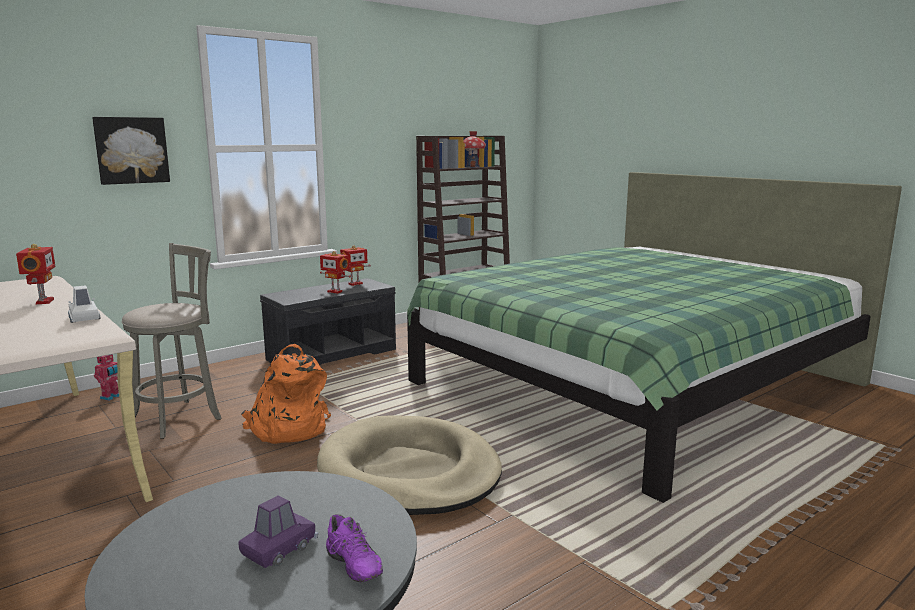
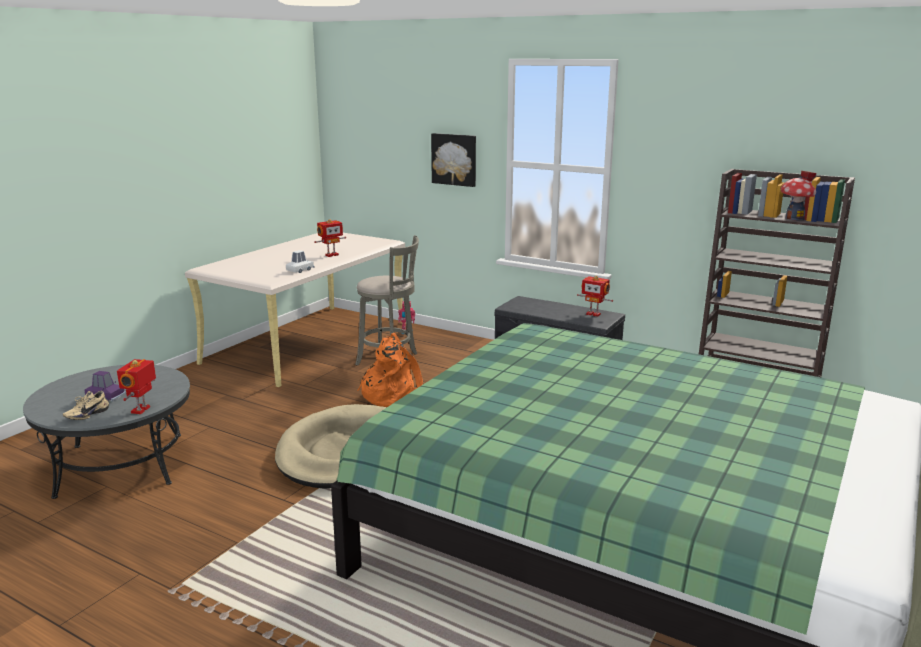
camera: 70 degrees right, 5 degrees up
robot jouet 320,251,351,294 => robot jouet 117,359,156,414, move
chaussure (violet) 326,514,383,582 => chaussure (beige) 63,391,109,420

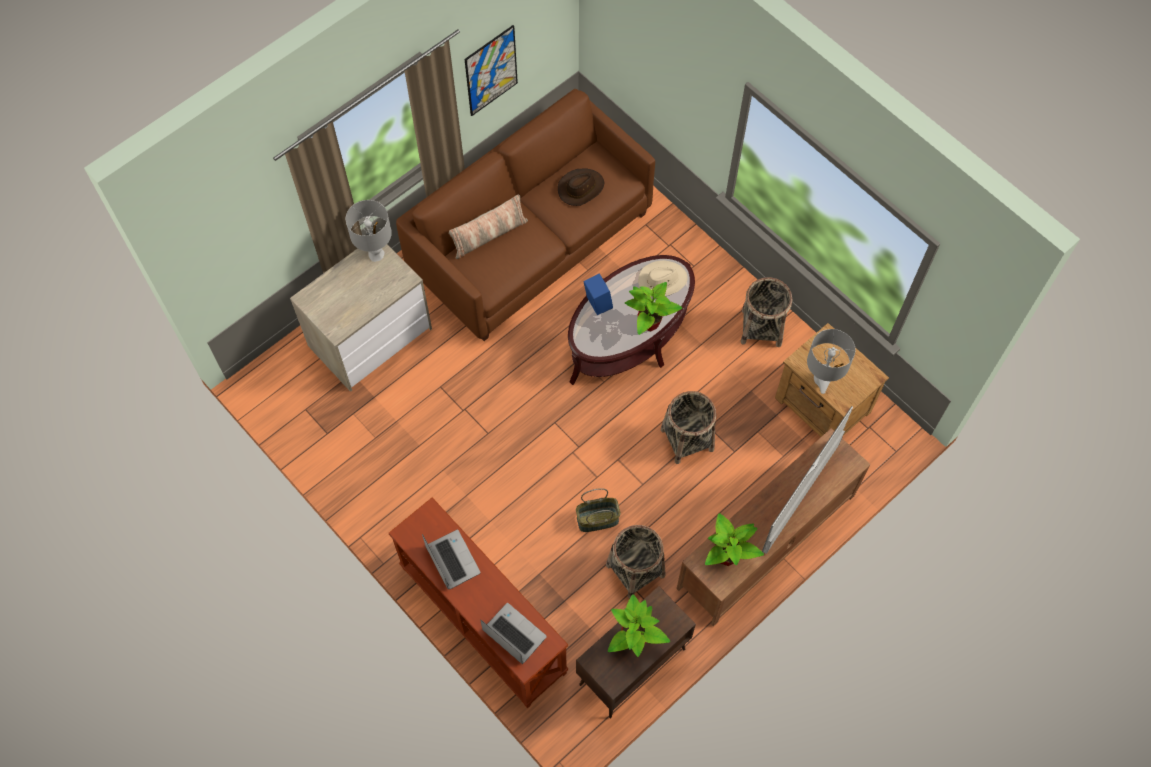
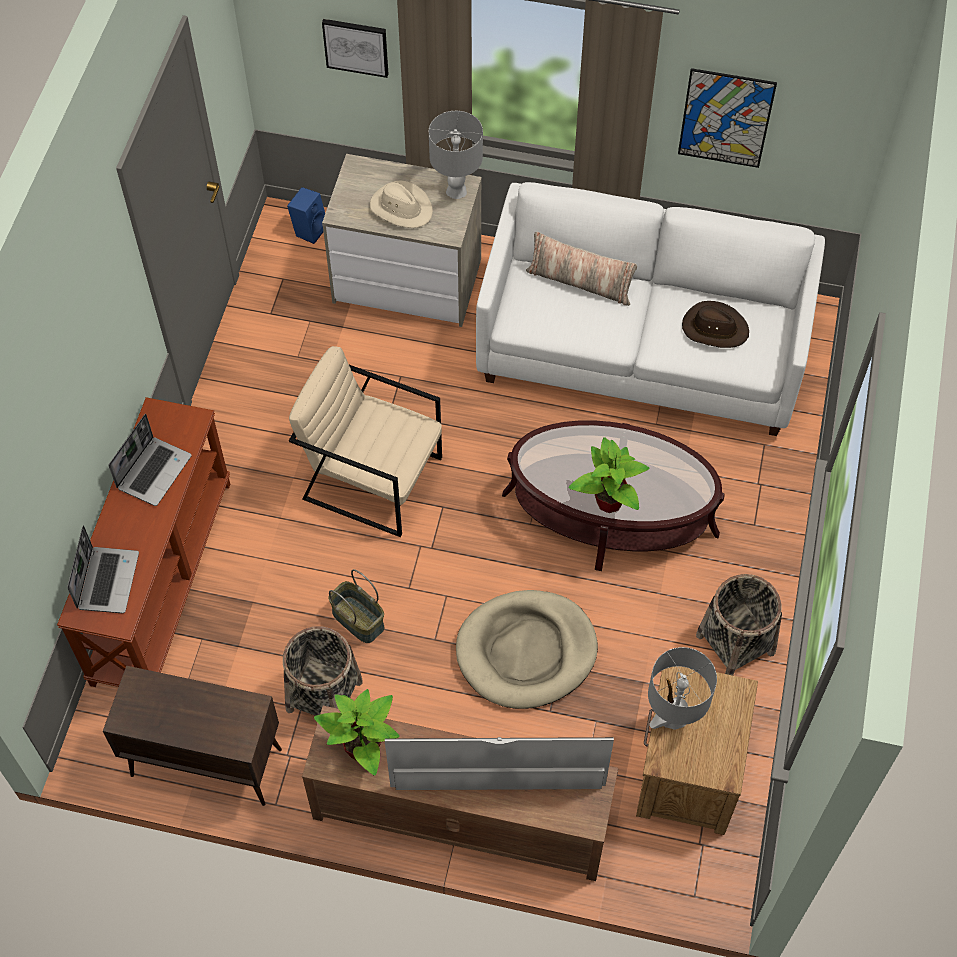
camera: 55 degrees right, 5 degrees down
plante en pot 608,594,670,657 => nothing
nothing => fauteuil (beige) 289,346,442,537
nothing => tableau 322,19,388,78
enceinte (bleu) 583,273,613,315 => enceinte (bleu) 287,187,325,244, move
chapeau (beige) 638,260,688,298 => chapeau (beige) 370,180,433,228, move
panier 661,391,716,464 => panier pour chien (beige) 456,590,598,709
canapé (marron) 396,89,655,341 => canapé (blanc) 476,182,825,436

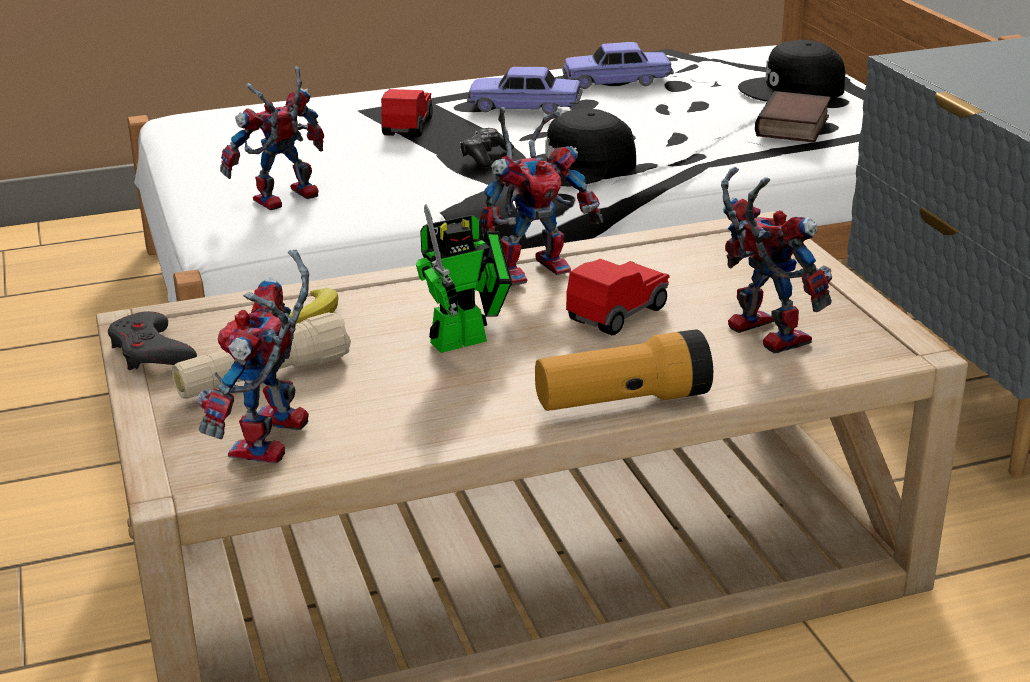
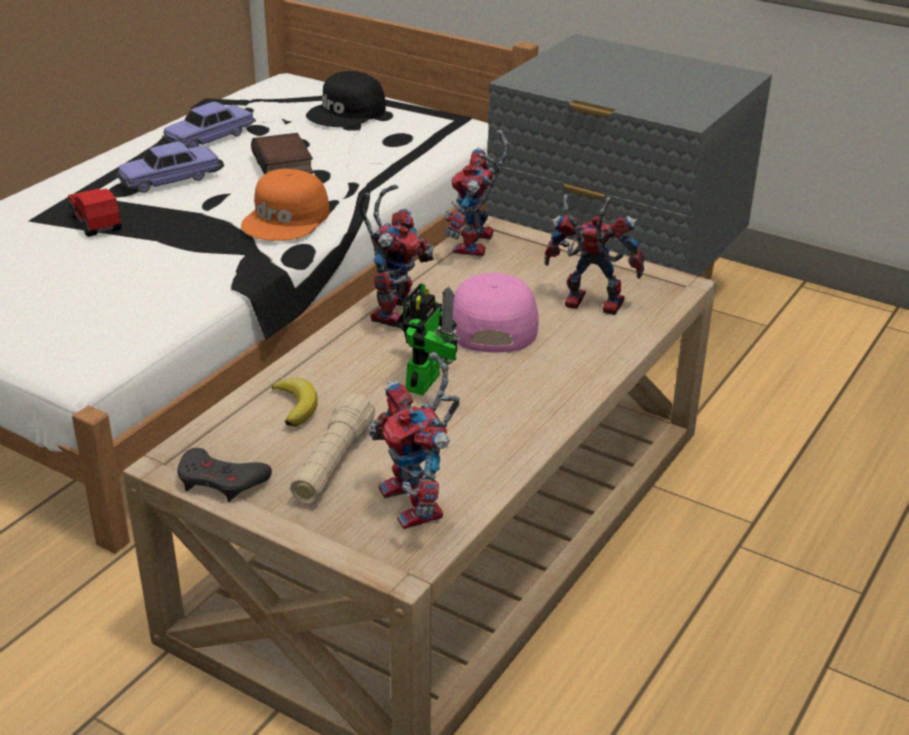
camera: 40 degrees left, 5 degrees up
manette 459,128,514,168 => nothing
lampe de poche 535,330,713,411 => nothing
robot jouet 220,66,324,210 => robot jouet 444,130,509,256, move
livre 755,91,831,143 => livre 251,133,313,174, move
petite voiture 566,259,670,335 => casquette (rose) 453,273,539,353
casquette (noir) 536,109,636,186 => casquette (orange) 241,169,329,241

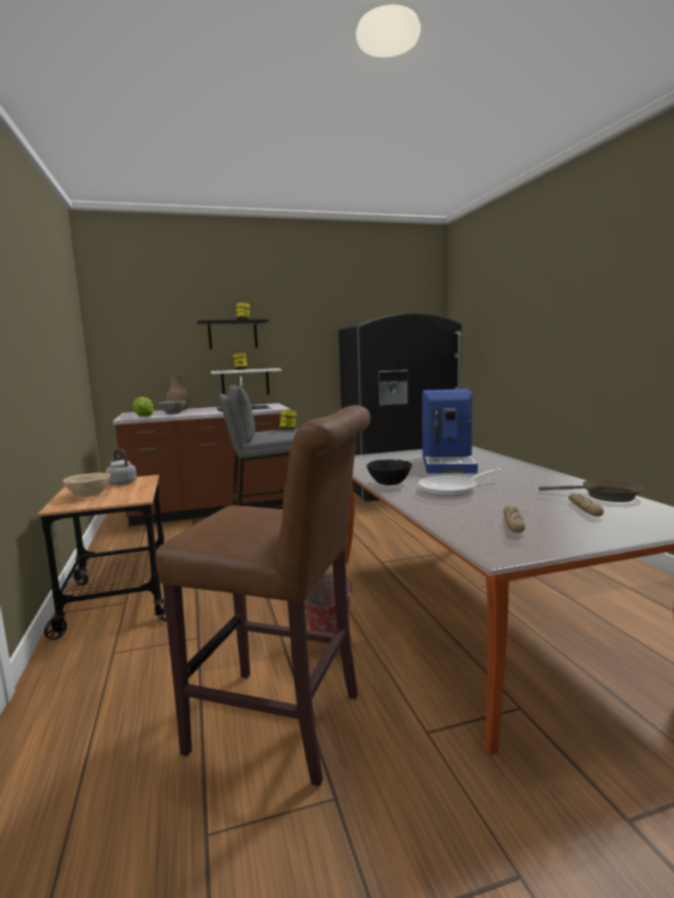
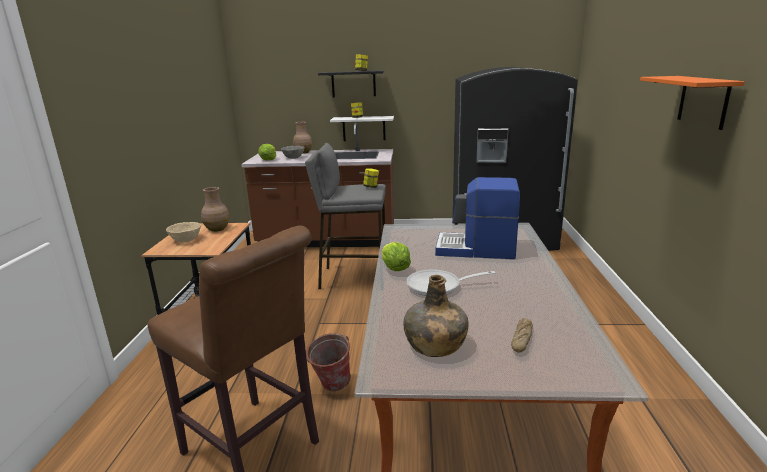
camera: 20 degrees right, 10 degrees up
poêle (marron) 539,479,643,502 => nothing
nothing => étagère (orange) 640,76,745,130
bouilloire (gris) 105,449,137,485 => vase (marron) 201,187,230,232
bol (noir) 367,459,412,486 => laitue 382,242,411,271
pain 503,506,525,533 => bouteille (vert) 403,275,469,357
machine à café 422,389,478,474 => machine à café 435,177,520,259, 75 degrees clockwise

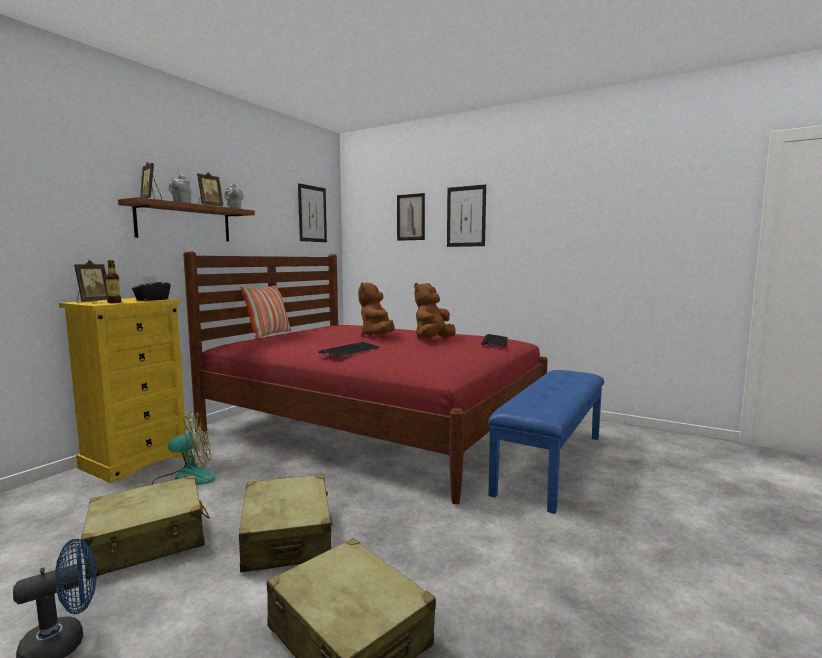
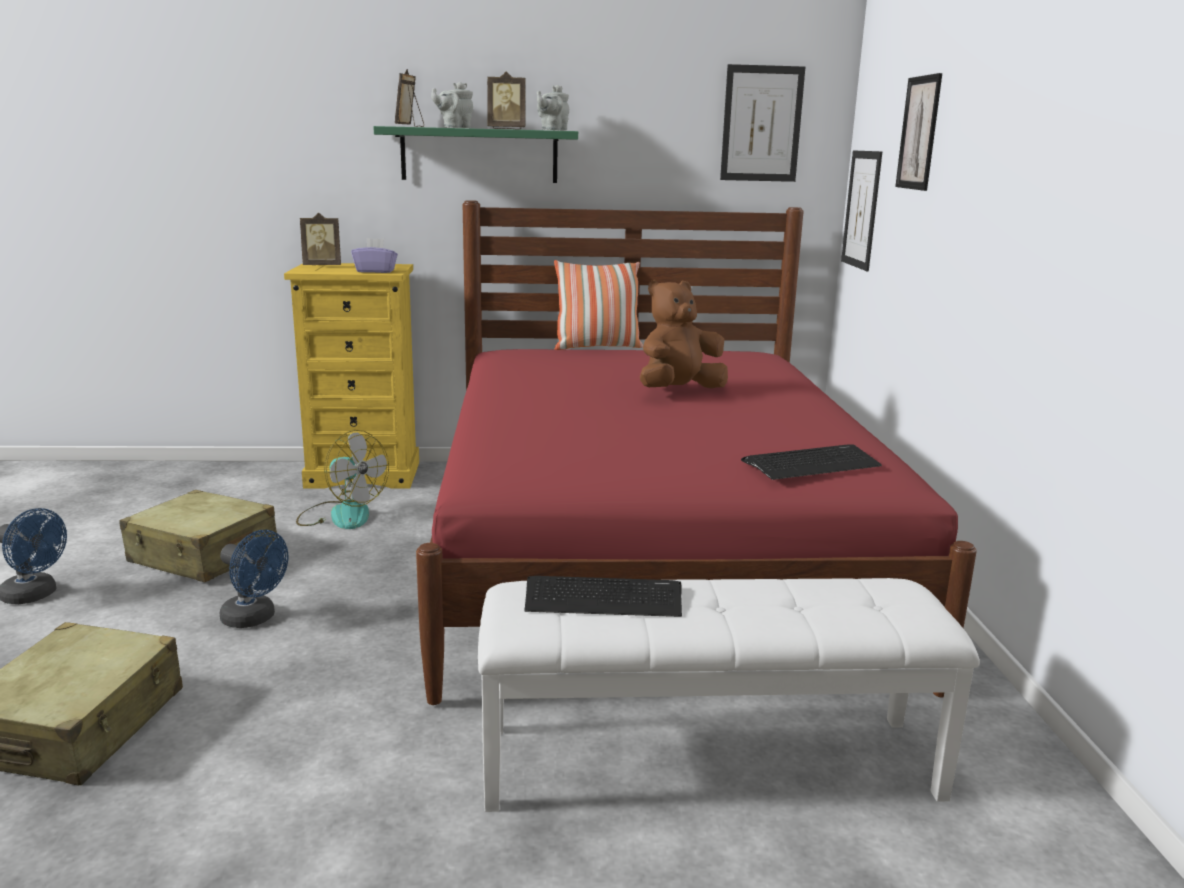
camera: 55 degrees right, 10 degrees up
bouteille 106,260,121,303 => nothing
peluche (marron) 414,283,456,339 => nothing
clavier 318,342,380,357 => clavier 525,576,682,617, move
tableau 447,184,486,247 => tableau 841,151,882,271, move
valise (beige) 239,474,334,572 => ventilateur (bleu) 220,530,288,628
étagère (marron) 118,197,255,241 => étagère (vert) 373,126,578,183
boîte à mouchoirs (noir) 132,276,171,301 => boîte à mouchoirs (violet) 351,238,398,273
banc (bleu) 488,370,604,514 => banc (blanc) 478,578,980,812

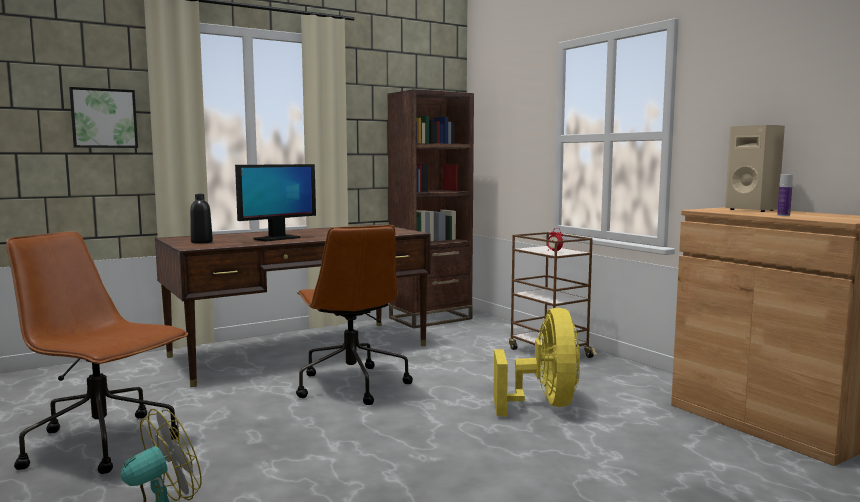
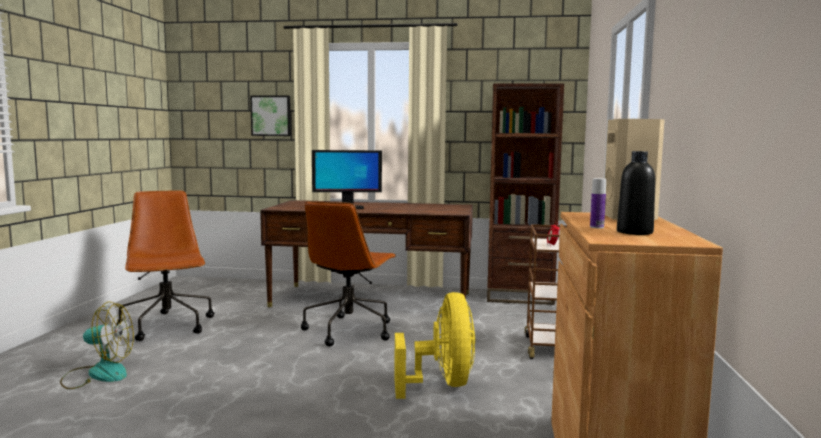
camera: 40 degrees right, 0 degrees up
bouteille (noir) 190,194,213,244 => bouteille (noir) 617,151,655,235, move
ventilateur (jaune) 493,308,580,416 => ventilateur (jaune) 394,292,475,399, 45 degrees counterclockwise

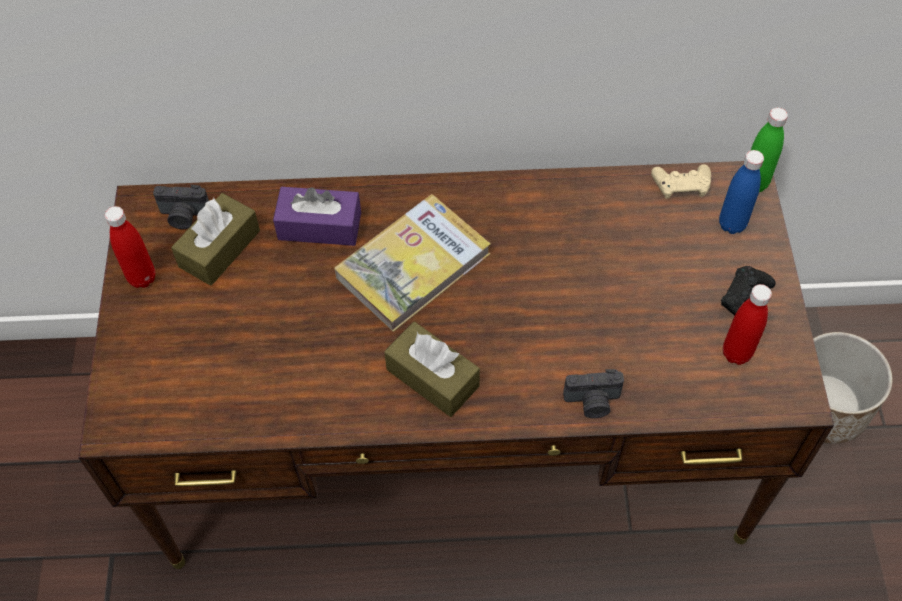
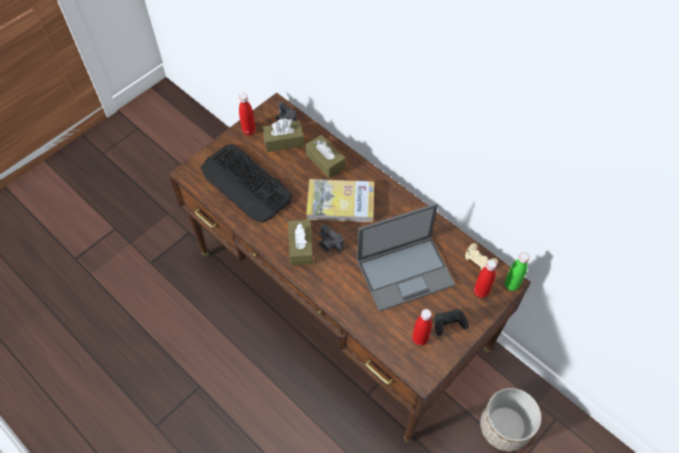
camera: 45 degrees right, 0 degrees up
nothing => clavier 200,144,293,223
nothing => ordinateur portable 357,203,455,312
appareil photo 563,369,624,418 => appareil photo 319,224,344,252, move
boîte à mouchoirs (violet) 273,187,361,246 => boîte à mouchoirs (marron) 305,135,345,178
bouteille (bleu) 719,150,764,234 => bouteille (rouge) 474,260,497,298

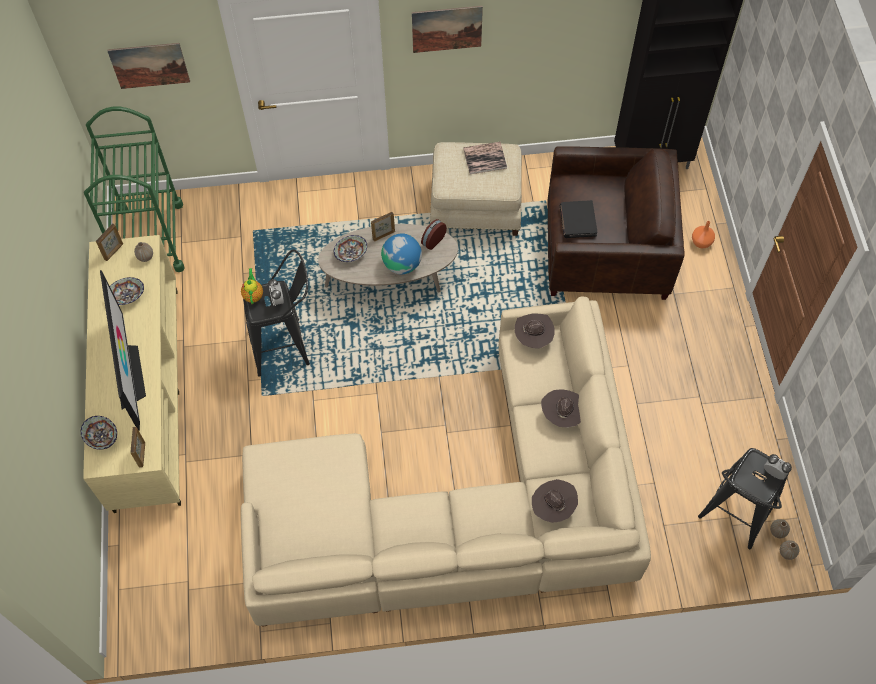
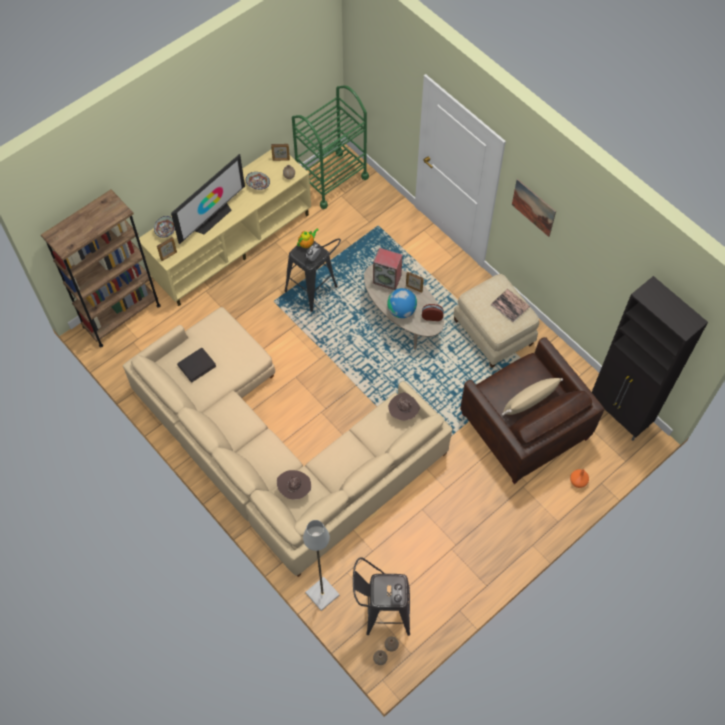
camera: 55 degrees right, 0 degrees up
tableau 107,43,190,89 => nothing
chapeau (marron) 541,389,581,427 => nothing
nothing => bibliothèque (marron) 41,190,161,347
nothing => lampadaire (gris) 303,520,340,611
nothing => coussin (beige) 502,378,563,416
livre (noir) 560,200,597,238 => livre (noir) 177,348,216,383, move
bol 334,235,367,262 => enceinte 373,248,403,290

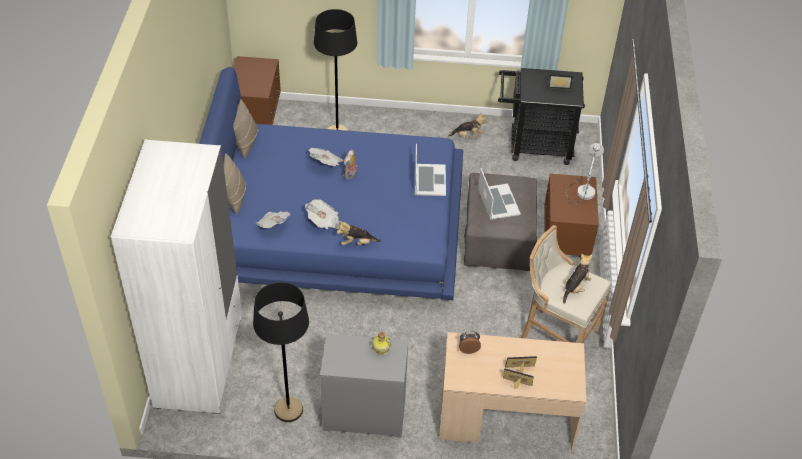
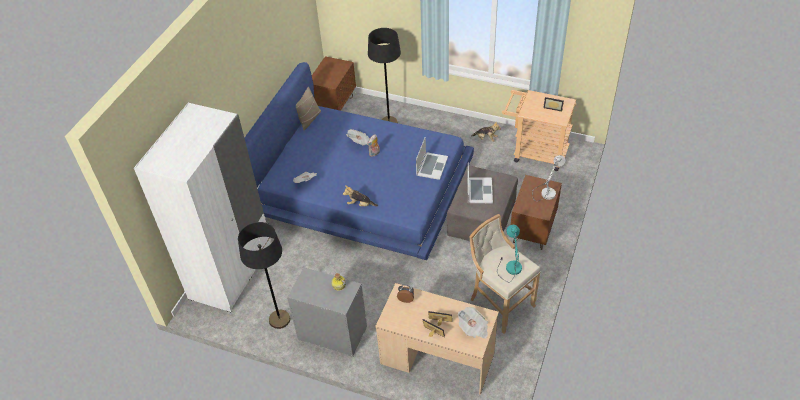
camera: 20 degrees right, 0 degrees up
coussin (beige) 224,153,246,215 => nothing
journal 305,199,340,229 => journal 458,307,488,339, move
peluche 563,254,592,304 => lampe de table (turquoise) 497,225,522,282
chariot (noir) 498,68,585,165 => chariot (beige) 502,90,577,171

